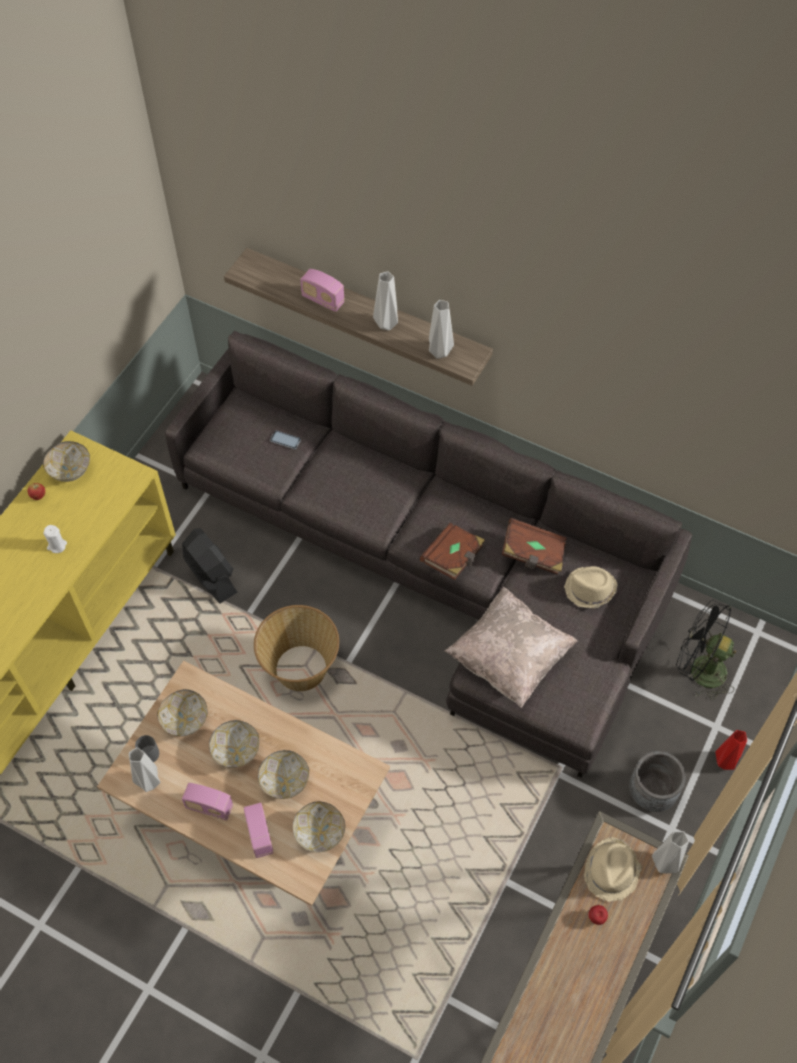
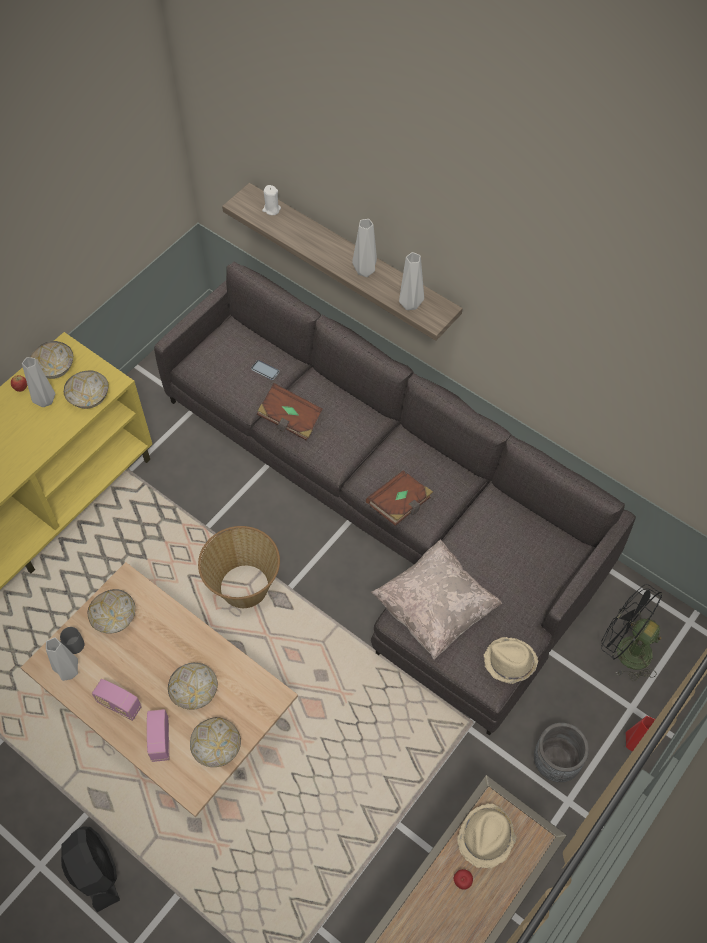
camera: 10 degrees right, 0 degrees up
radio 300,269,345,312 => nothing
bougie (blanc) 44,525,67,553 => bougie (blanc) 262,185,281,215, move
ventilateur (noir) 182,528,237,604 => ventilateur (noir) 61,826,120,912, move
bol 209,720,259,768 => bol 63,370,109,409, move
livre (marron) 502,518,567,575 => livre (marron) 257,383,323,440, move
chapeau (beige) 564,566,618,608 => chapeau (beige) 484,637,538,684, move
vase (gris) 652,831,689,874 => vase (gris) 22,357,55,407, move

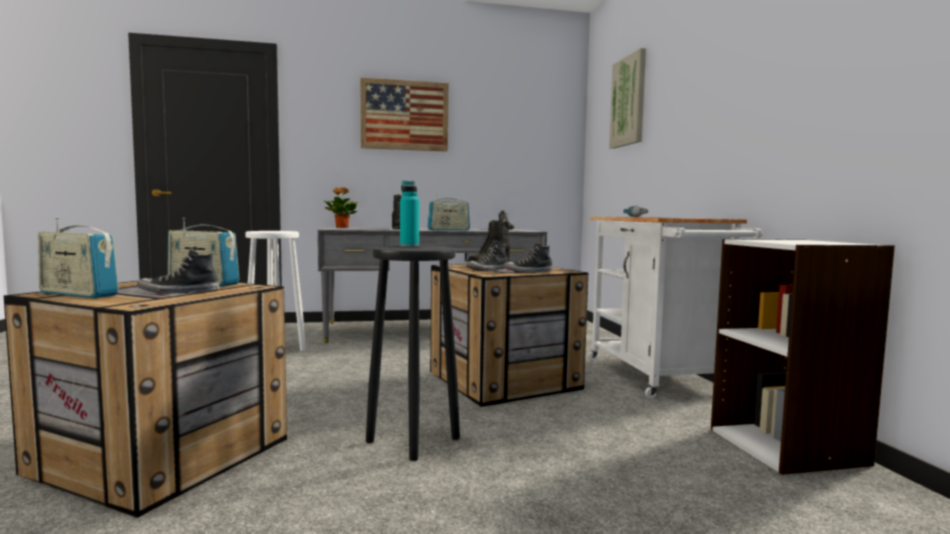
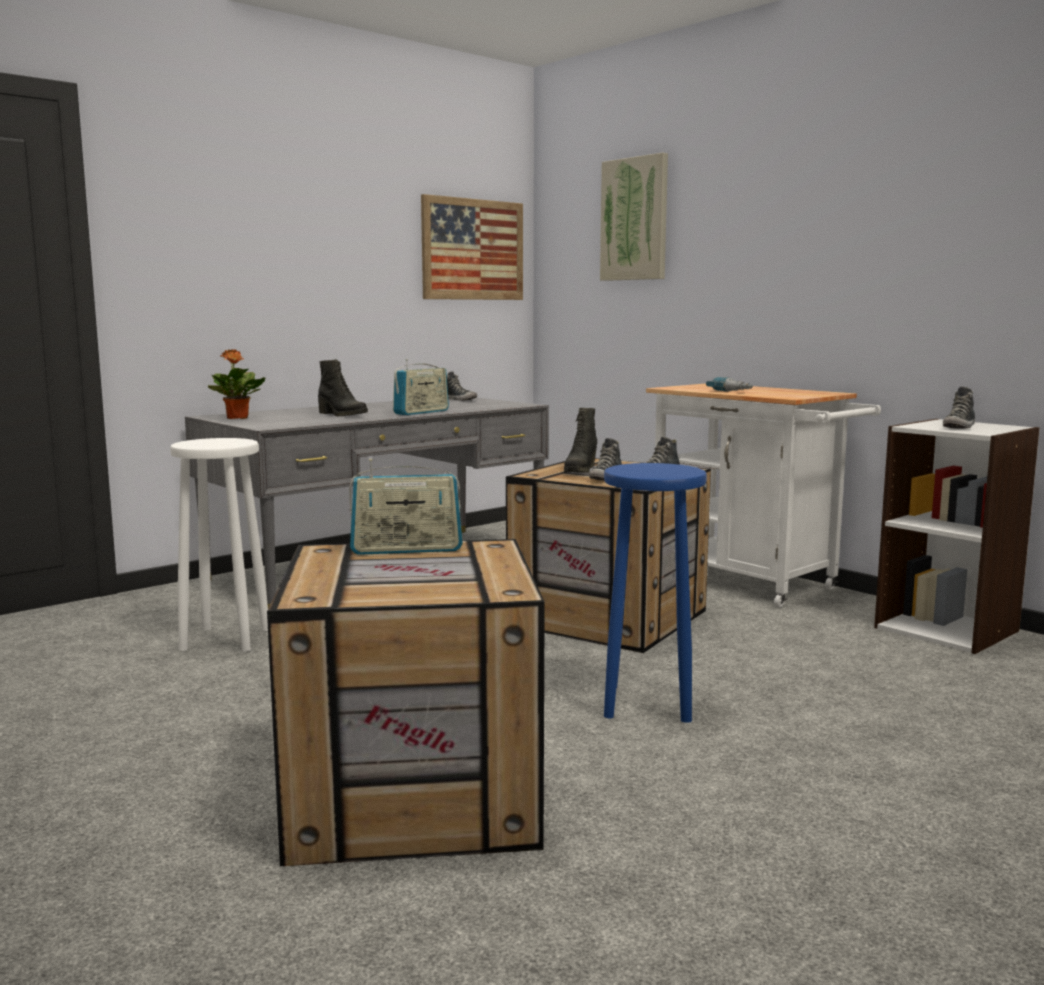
camera: 30 degrees left, 5 degrees up
radio 38,217,119,298 => nothing
bouteille (turquoise) 400,181,419,247 => nothing
chaussure 137,248,219,293 => chaussure 943,387,975,429, move
tableau 360,77,449,152 => tableau 421,194,523,300, move
tabouret (noir) 366,246,460,461 => tabouret (bleu) 604,463,707,723

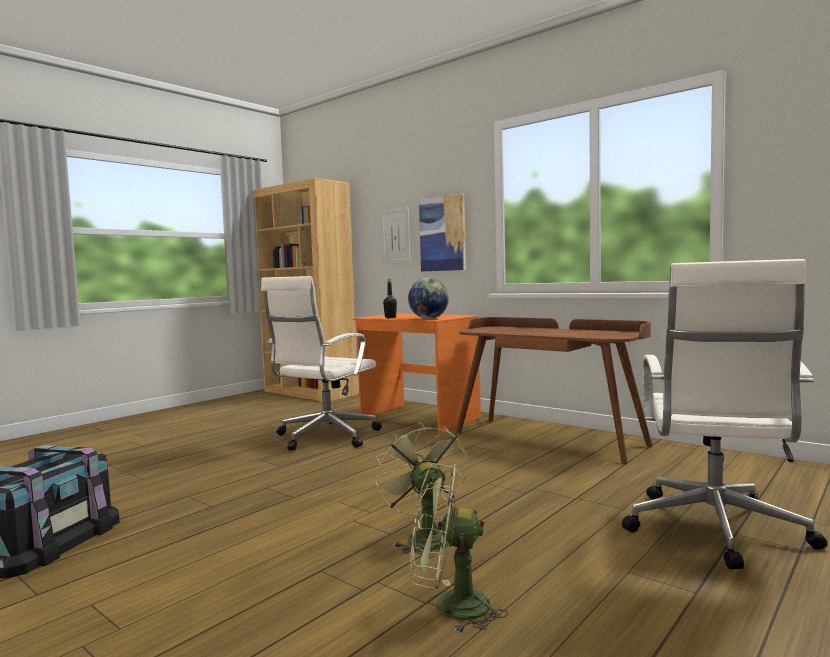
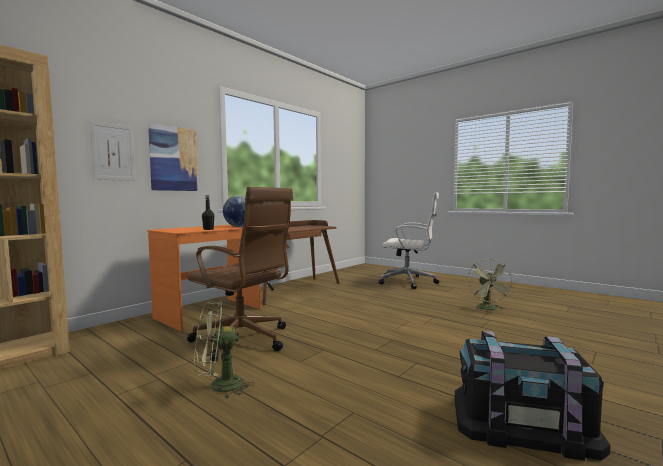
camera: 90 degrees left, 0 degrees up
ventilateur (vert) 376,422,467,558 => ventilateur (vert) 194,301,254,399, move
chaise de bureau (blanc) 261,276,382,451 => chaise de bureau (marron) 187,187,293,361

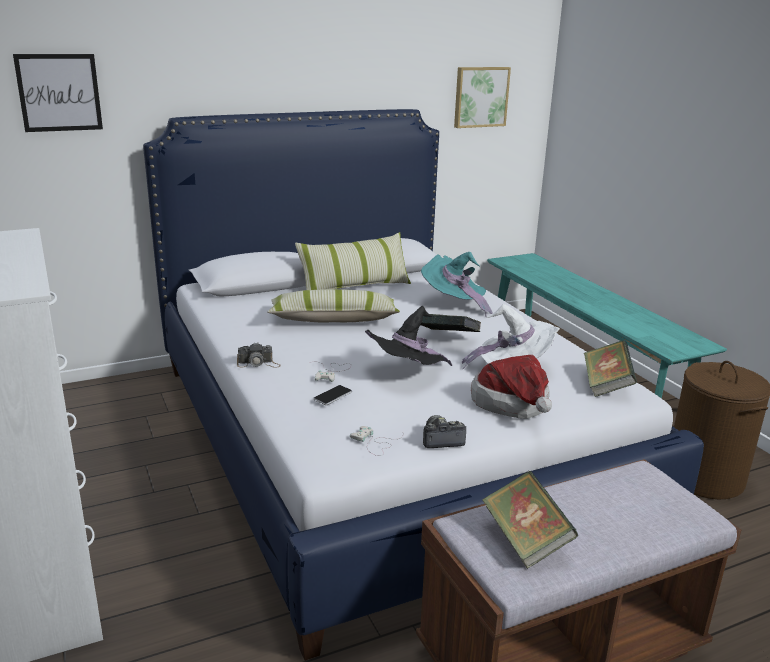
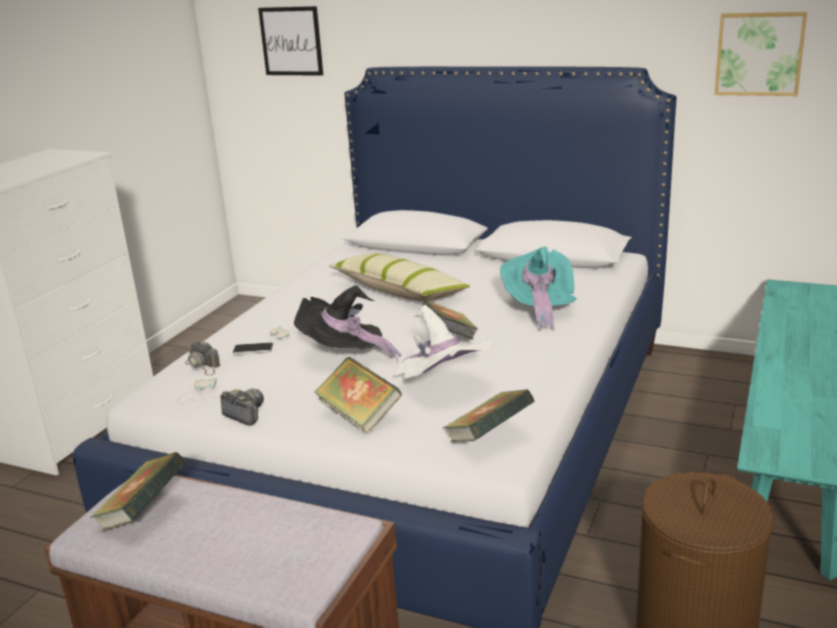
camera: 50 degrees right, 0 degrees up
coussin 295,232,411,290 => nothing
appareil photo 237,343,281,368 => appareil photo 185,341,220,375, move
chapeau 471,355,552,419 => livre 314,357,402,434

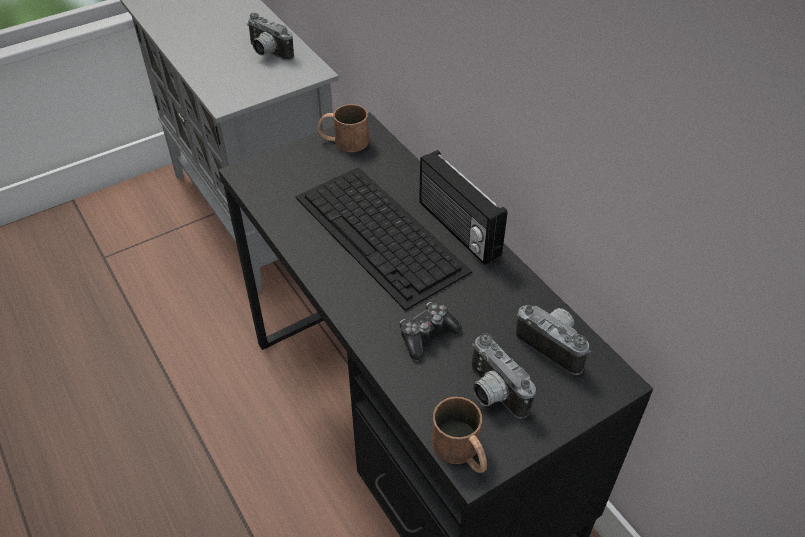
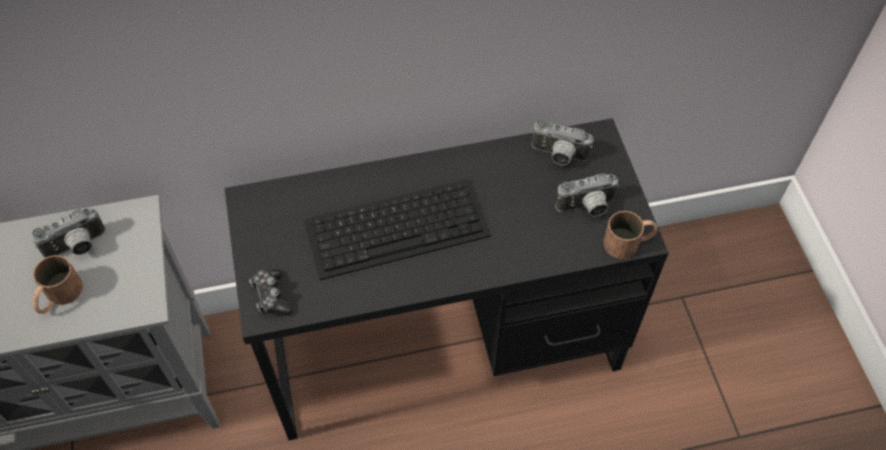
camera: 70 degrees left, 10 degrees up
radio 419,150,507,265 => nothing
mug (marron) 317,104,369,152 => mug (marron) 33,255,83,314, move
manette 400,302,462,360 => manette 250,269,293,316, move
appareil photo 516,305,591,375 => appareil photo 531,119,593,165, 135 degrees counterclockwise

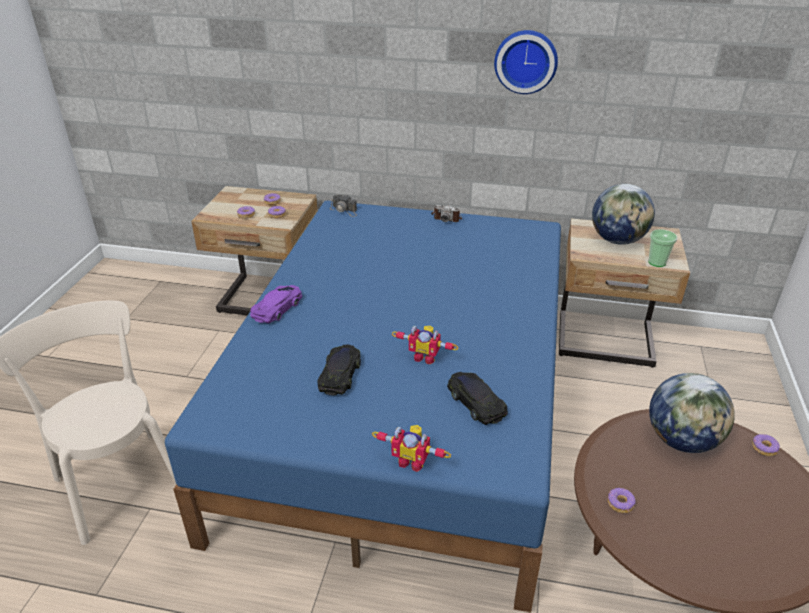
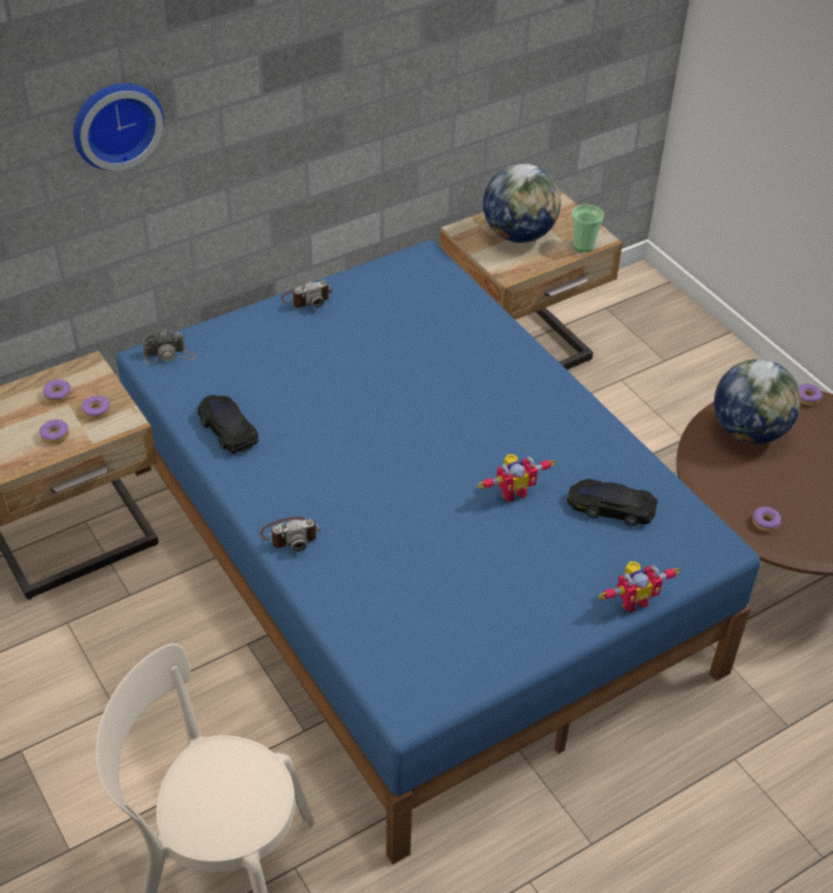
camera: 45 degrees left, 10 degrees up
petite voiture (noir) 318,345,361,395 => petite voiture (noir) 198,395,259,454, move
horloge murale 494,30,558,94 => horloge murale 73,83,164,170, move
petite voiture (violet) 250,285,302,323 => appareil photo 260,517,321,552

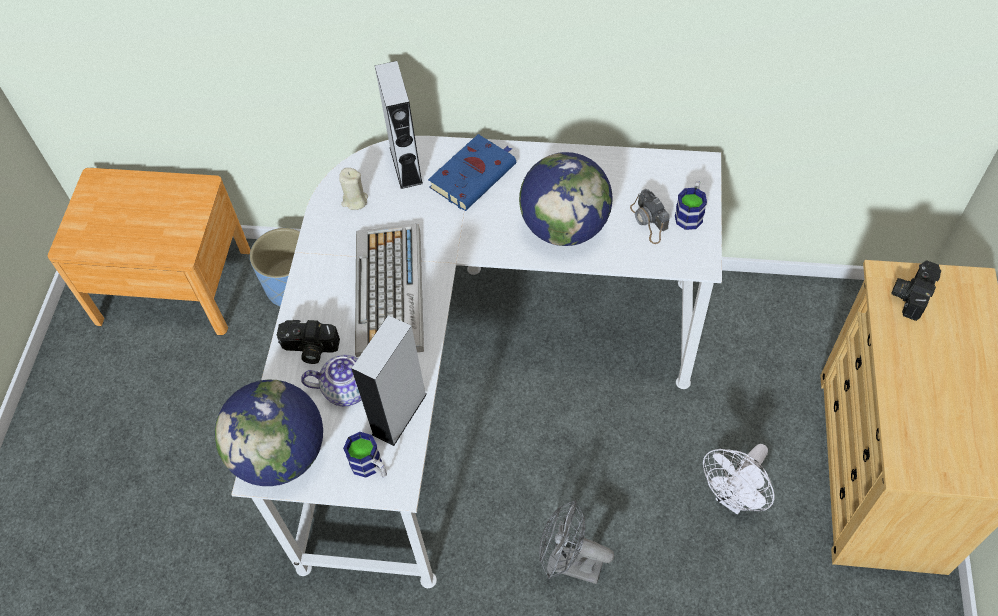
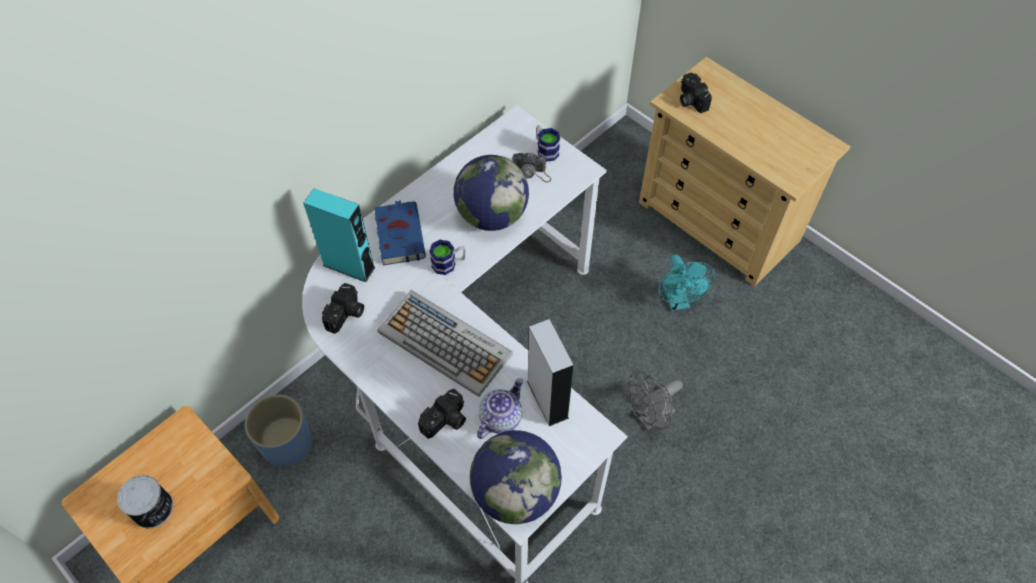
camera: 55 degrees left, 0 degrees up
nothing => boîte métallique 117,475,174,528
mug 343,432,387,478 => mug 429,240,466,275, move
bougie (beige) 339,168,368,210 => appareil photo 322,283,364,334
enceinte (gris) 375,61,423,189 => enceinte (turquoise) 303,188,375,282
ventilateur (blanc) 703,444,774,515 => ventilateur (turquoise) 658,254,715,311

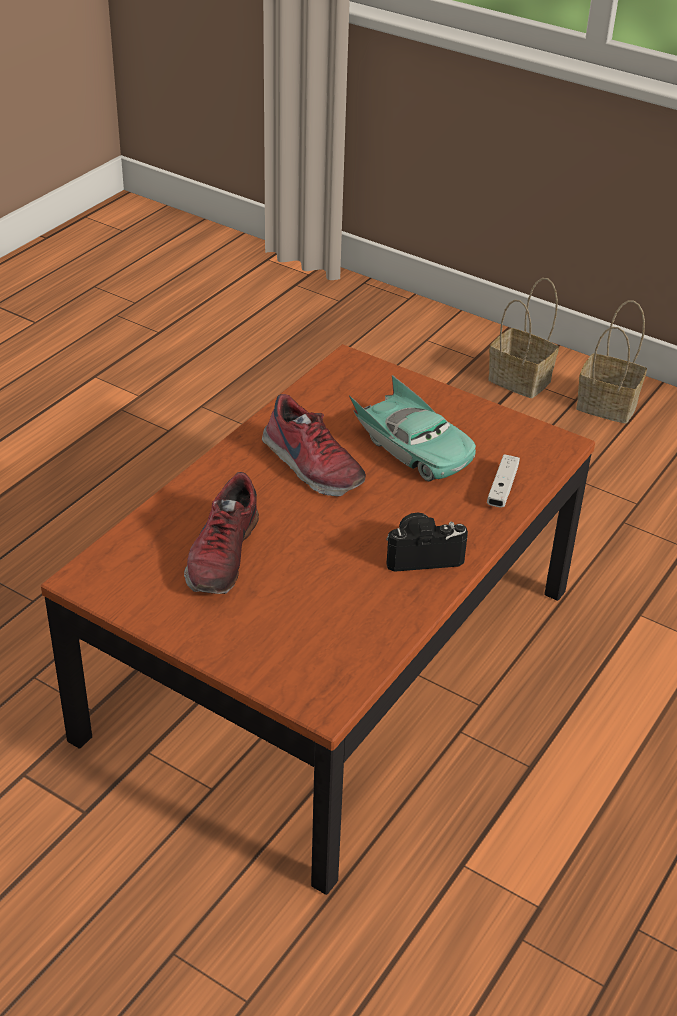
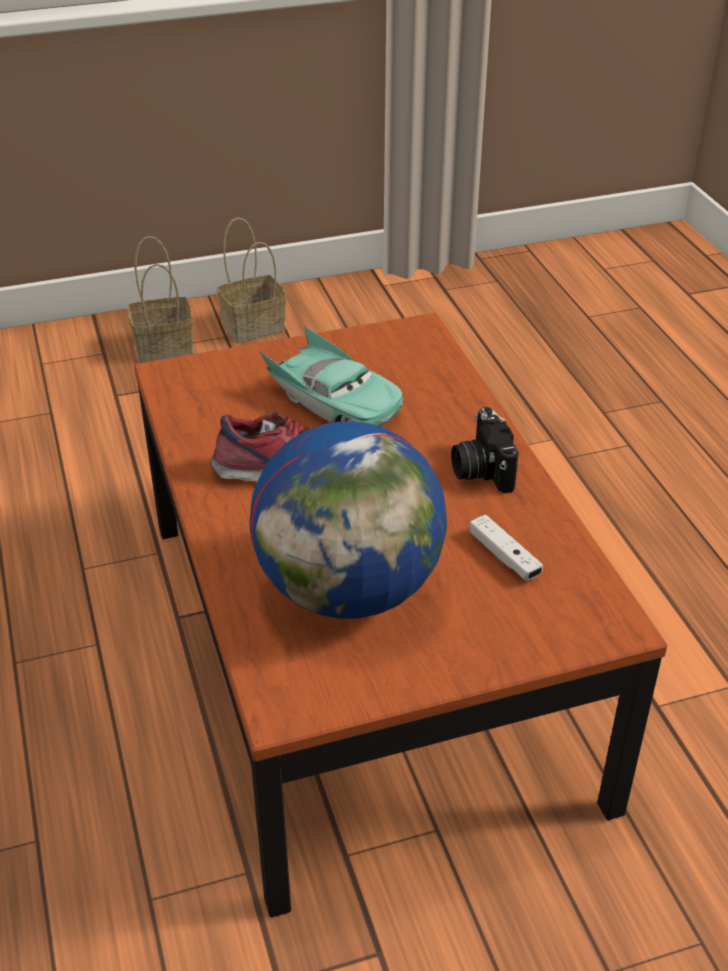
camera: 50 degrees left, 0 degrees up
manette (blanc) 487,454,520,507 => manette (blanc) 469,515,543,581, move
chaussure 184,472,259,594 => globe 250,421,447,619
petite voiture (turquoise) 349,375,476,481 => petite voiture (turquoise) 259,325,403,427, 45 degrees clockwise
appareil photo 386,513,468,572 => appareil photo 451,407,519,493, 45 degrees counterclockwise

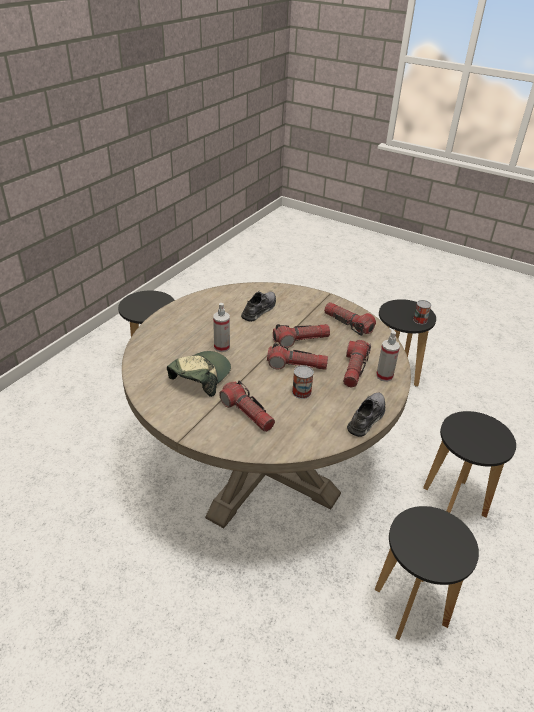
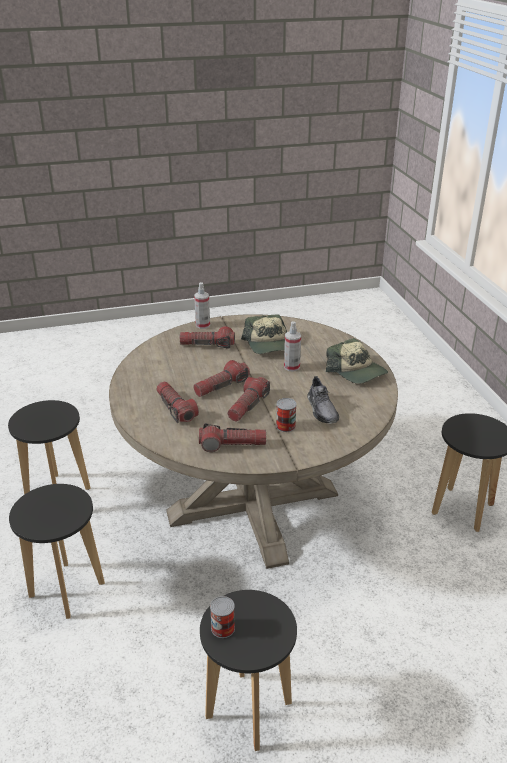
camera: 135 degrees right, 5 degrees down
chaussure (gris) 347,393,385,437 => nothing
nothing => casquette 326,338,388,384
boîte métallique 292,365,314,399 => boîte métallique 276,398,297,432, move
vaporisateur 376,331,400,382 => vaporisateur 194,282,210,329, move

